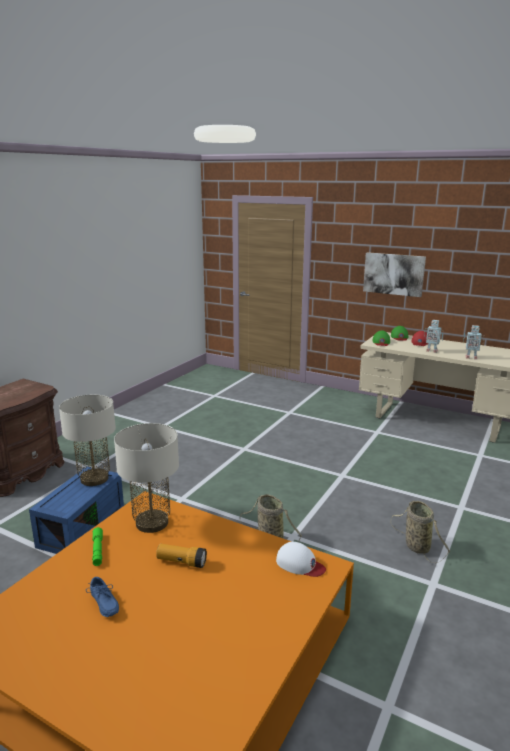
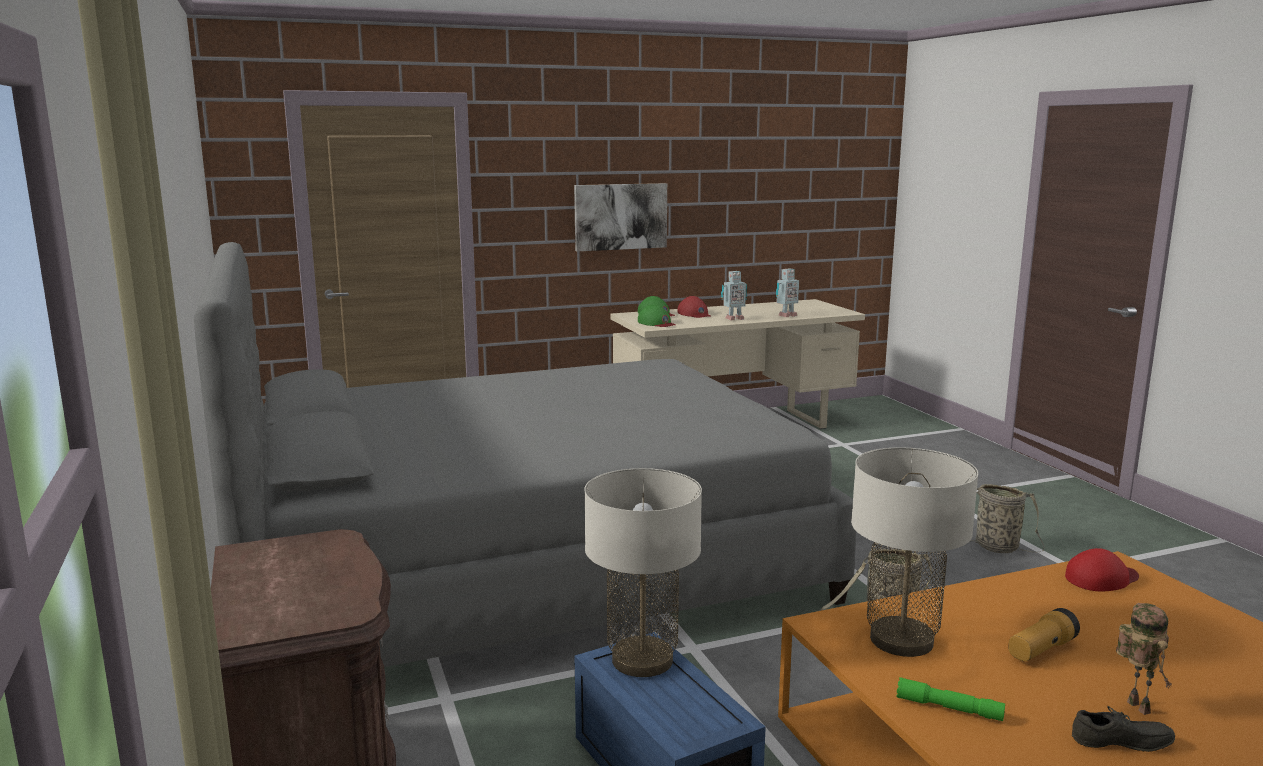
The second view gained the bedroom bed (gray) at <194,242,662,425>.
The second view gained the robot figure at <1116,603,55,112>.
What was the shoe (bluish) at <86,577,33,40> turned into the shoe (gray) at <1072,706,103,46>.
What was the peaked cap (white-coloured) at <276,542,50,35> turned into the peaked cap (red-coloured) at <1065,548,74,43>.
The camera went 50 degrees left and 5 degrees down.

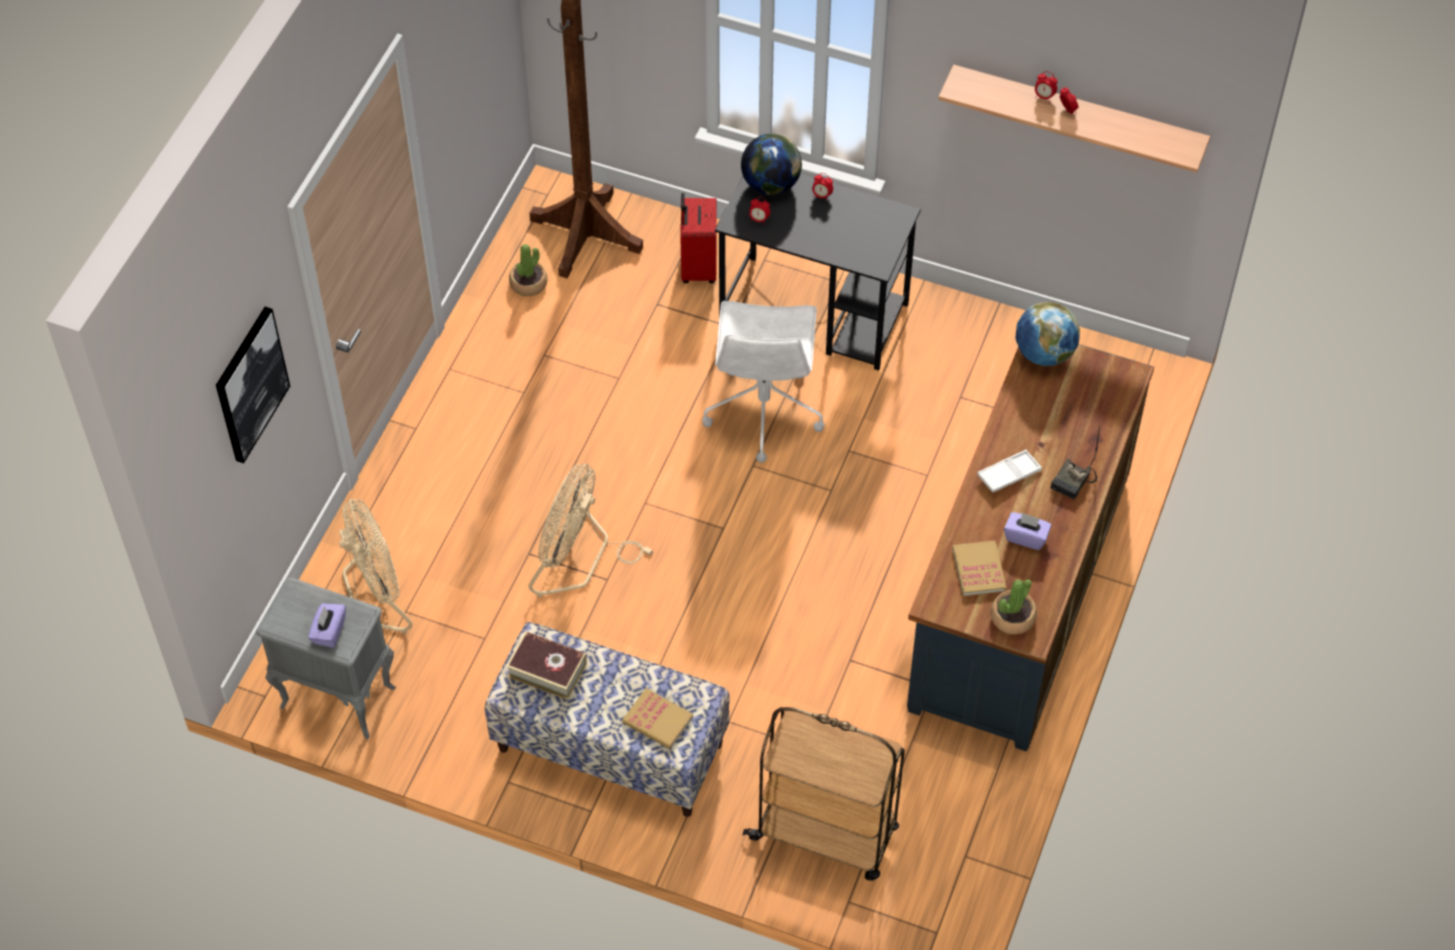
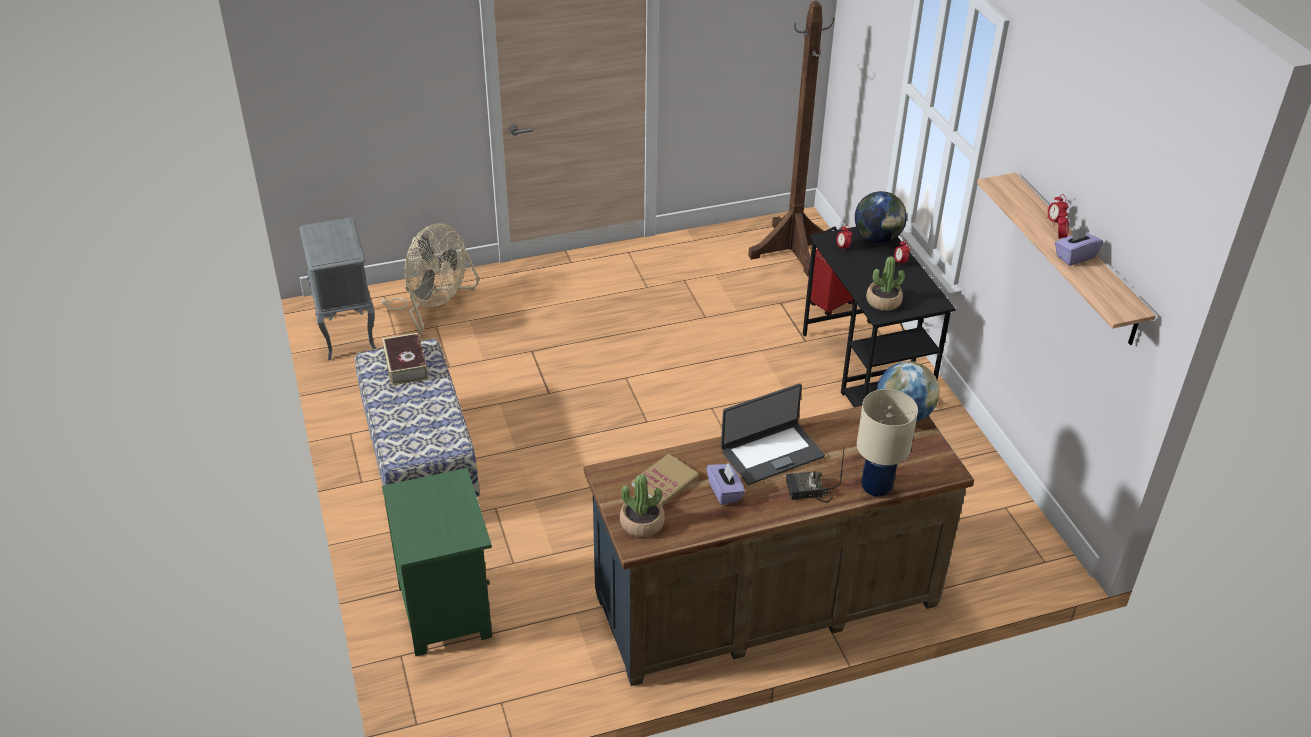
The second view lost the picture at <216,307,74,156>.
The second view lost the electric fan (sand-coloured) at <529,464,124,133>.
The second view lost the book at <622,688,71,61>.
The second view lost the computer chair (white-coloured) at <702,301,122,162>.
The second view gained the table lamp (sand-coloured) at <857,389,61,108>.
The tissue box (purplish) ended up elsewhere, having gone from <308,603,38,45> to <1055,227,48,39>.
The plant in a pot ended up elsewhere, having gone from <509,244,38,52> to <866,256,39,55>.
Where the cart (brown-coloured) stood at <743,707,162,174>, the bedside table (green-coloured) came to stand at <382,468,110,189>.
Where the serving tray (white-coloured) stood at <977,450,65,43>, the laptop came to stand at <721,383,104,102>.
The camera went 50 degrees right and 15 degrees down.

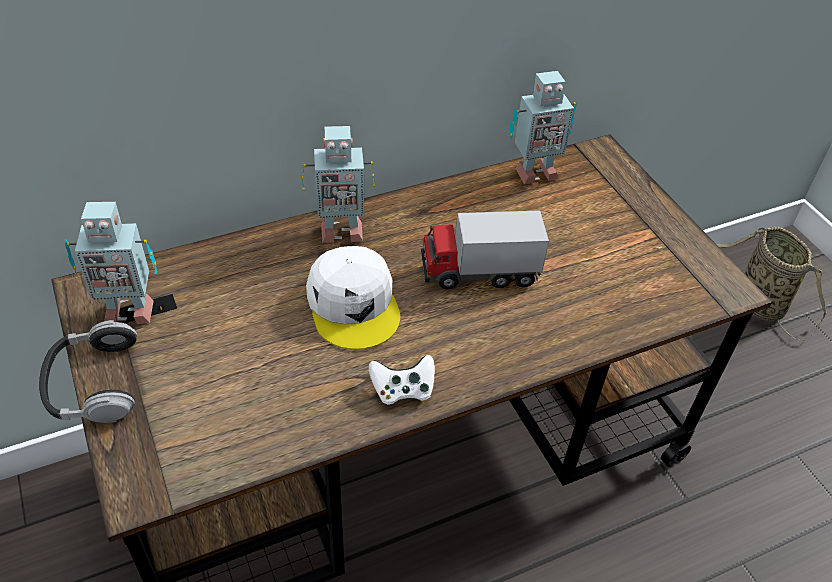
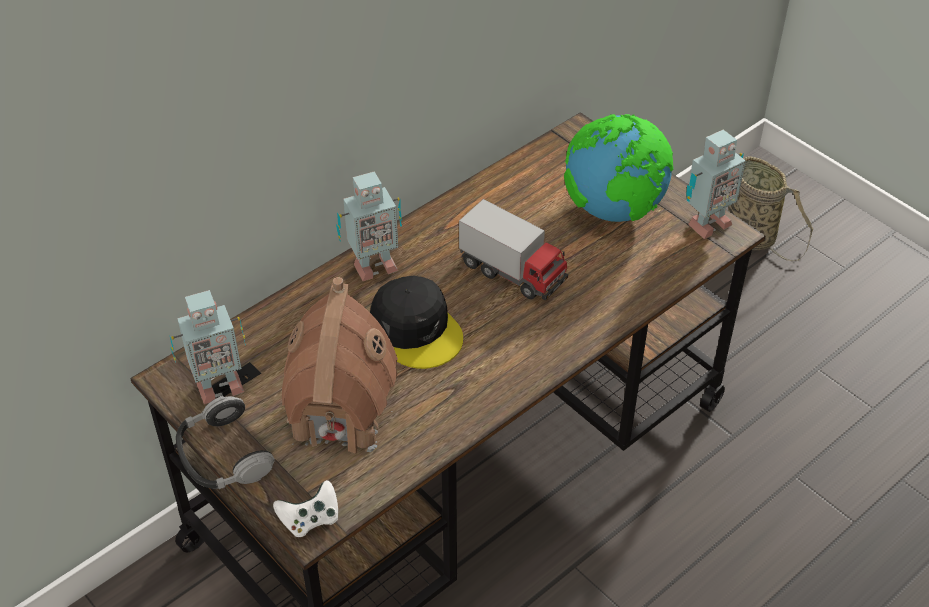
The second view gained the toy house at <282,277,116,177>.
The second view gained the desk globe at <564,114,110,108>.
The gamepad (white-coloured) ended up elsewhere, having gone from <369,355,66,50> to <273,480,65,57>.
The robot figure ended up elsewhere, having gone from <510,71,67,113> to <686,130,60,109>.
What was the peaked cap (white-coloured) at <306,246,94,104> turned into the peaked cap (blackish) at <370,276,93,93>.
The toy lorry at <421,210,128,79> ended up facing another way, 120 degrees counterclockwise from before.
The camera went 15 degrees left and 0 degrees up.

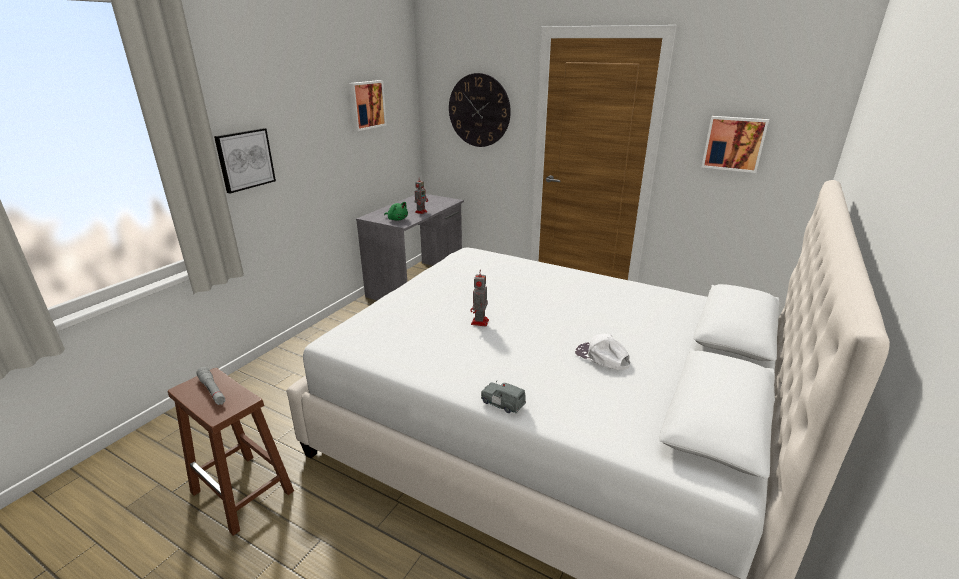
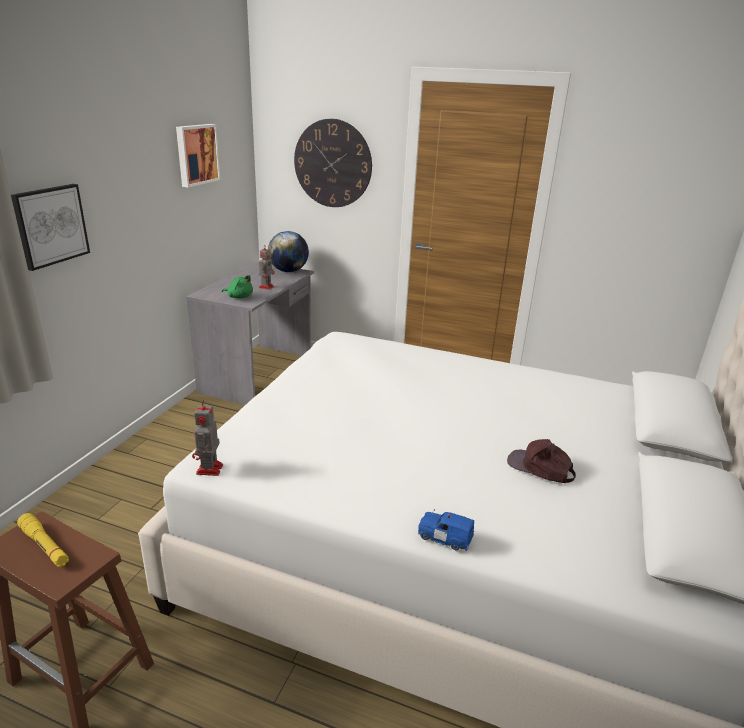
The second view lost the picture at <702,116,67,57>.
The second view gained the desk globe at <268,231,41,41>.
The robot figure ended up elsewhere, having gone from <470,270,19,56> to <192,400,31,76>.
What was the flashlight (gray) at <196,367,30,38> turned into the flashlight (yellow-coloured) at <17,513,52,54>.
What was the toy car (gray) at <481,381,45,33> turned into the toy car (bluish) at <418,509,56,42>.
What was the peaked cap (white-coloured) at <575,334,55,36> turned into the peaked cap (brown-coloured) at <507,439,69,44>.
The camera went 10 degrees left and 0 degrees up.

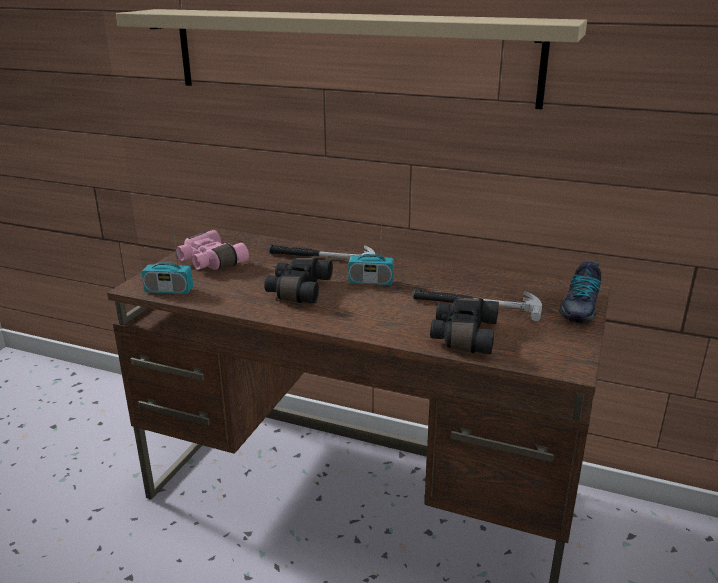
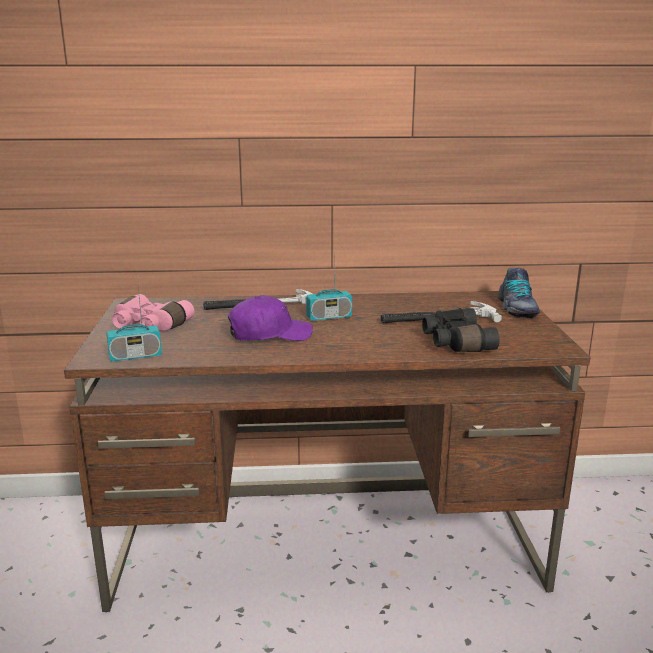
The second view lost the bracket shelf (sand-coloured) at <116,9,471,100>.
Where the binoculars (blackish) stood at <264,258,69,45>, the peaked cap (purplish) came to stand at <228,295,85,46>.
The camera went 25 degrees left and 5 degrees down.

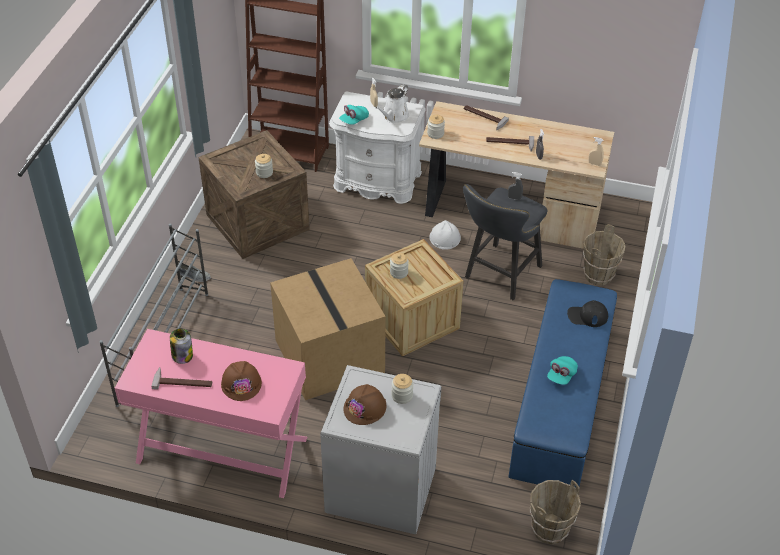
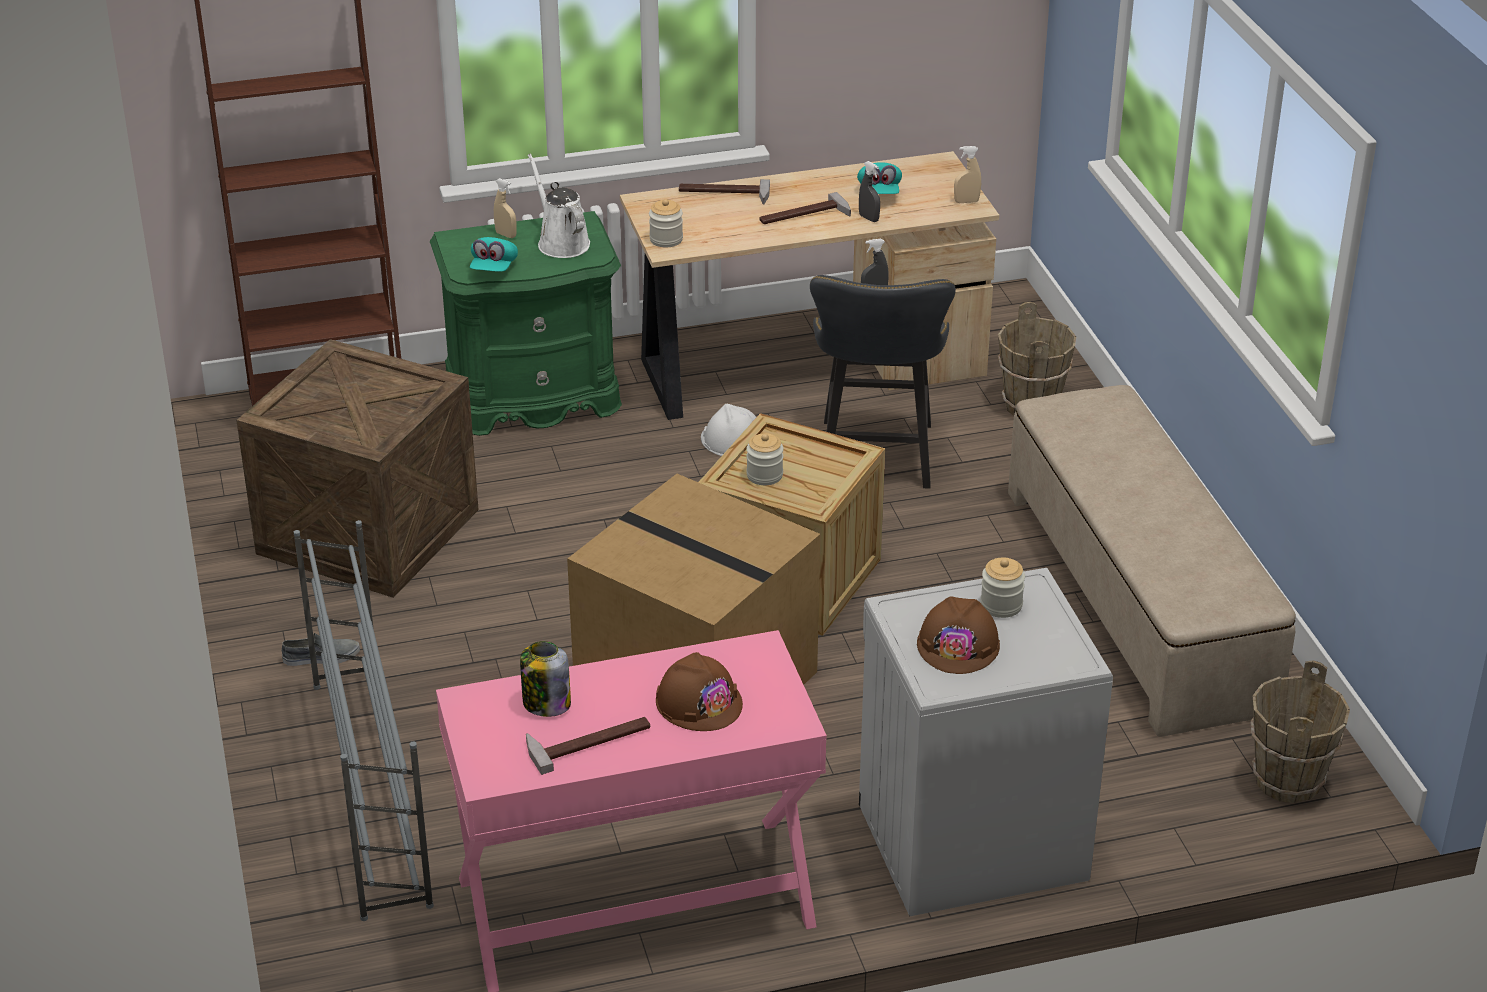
The second view lost the jar at <255,154,18,24>.
The second view lost the peaked cap (blackish) at <567,300,41,27>.
The peaked cap (blue-green) ended up elsewhere, having gone from <547,356,31,29> to <857,162,45,32>.
What was the bedside table (white-coloured) at <329,91,97,113> turned into the bedside table (green-coloured) at <430,211,192,225>.
What was the indoor bench (bluish) at <509,279,108,209> turned into the indoor bench (sand-coloured) at <1008,385,288,352>.
The sprinkling can (white-coloured) at <375,84,34,39> ended up facing another way, 150 degrees clockwise from before.
The camera went 30 degrees left and 10 degrees down.

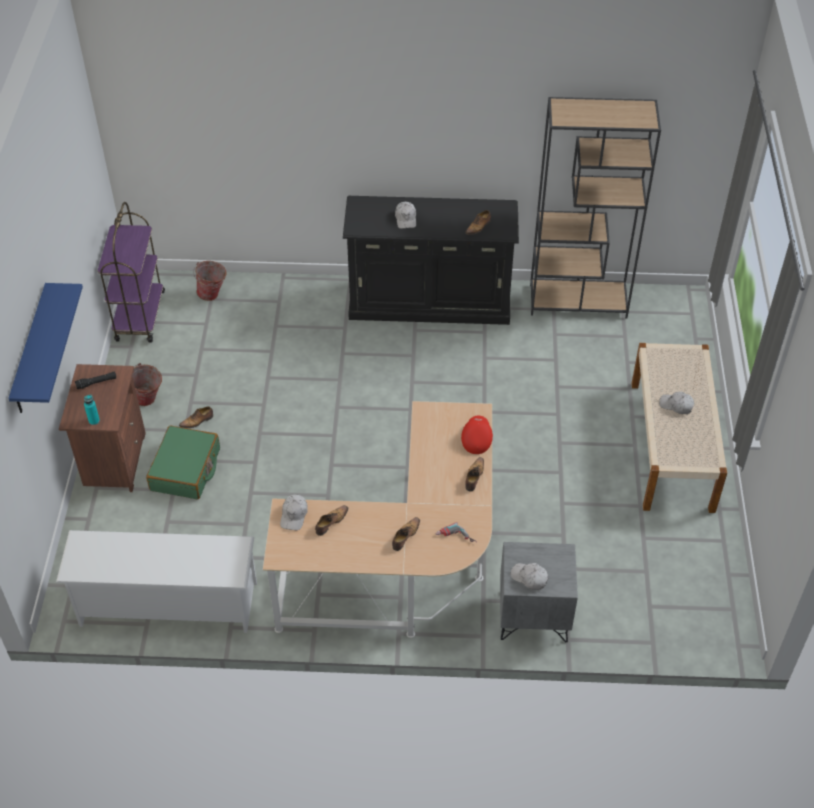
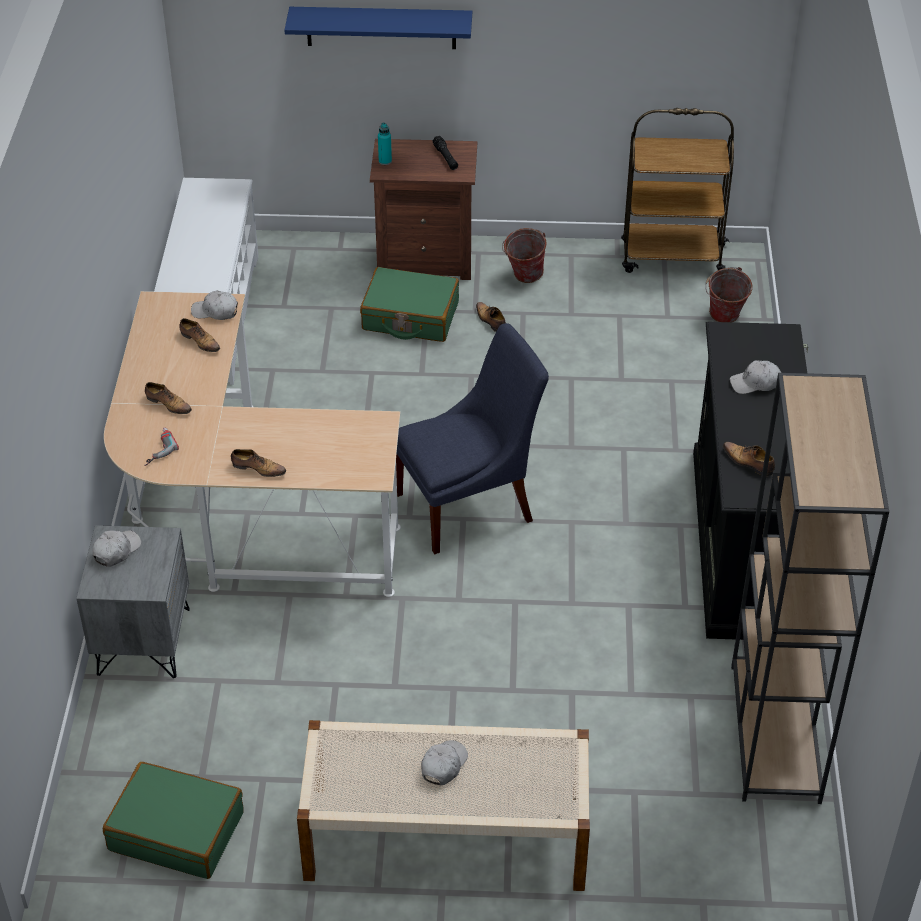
The second view lost the peaked cap (red-coloured) at <461,415,32,39>.
The second view gained the suitcase (green-coloured) at <103,762,141,117>.
The second view gained the chair (bluish) at <396,323,153,231>.
What was the cart (purplish) at <98,202,67,141> turned into the cart (brown-coloured) at <621,108,113,165>.
The camera went 90 degrees right and 5 degrees down.

